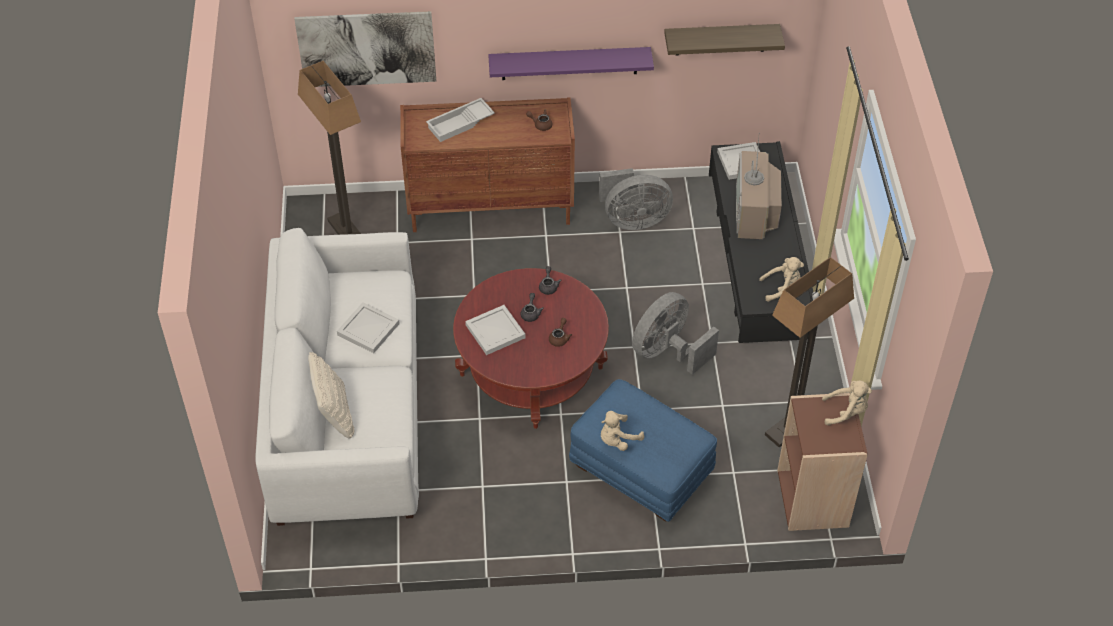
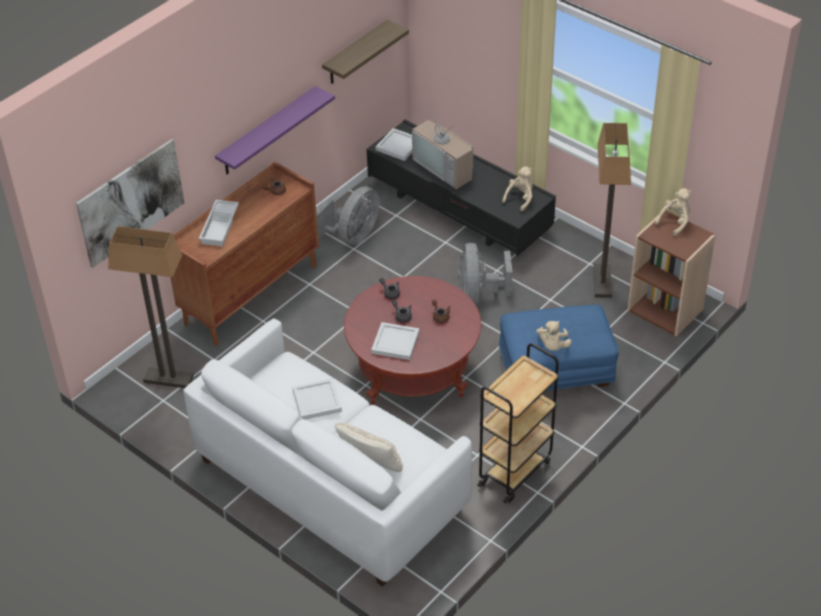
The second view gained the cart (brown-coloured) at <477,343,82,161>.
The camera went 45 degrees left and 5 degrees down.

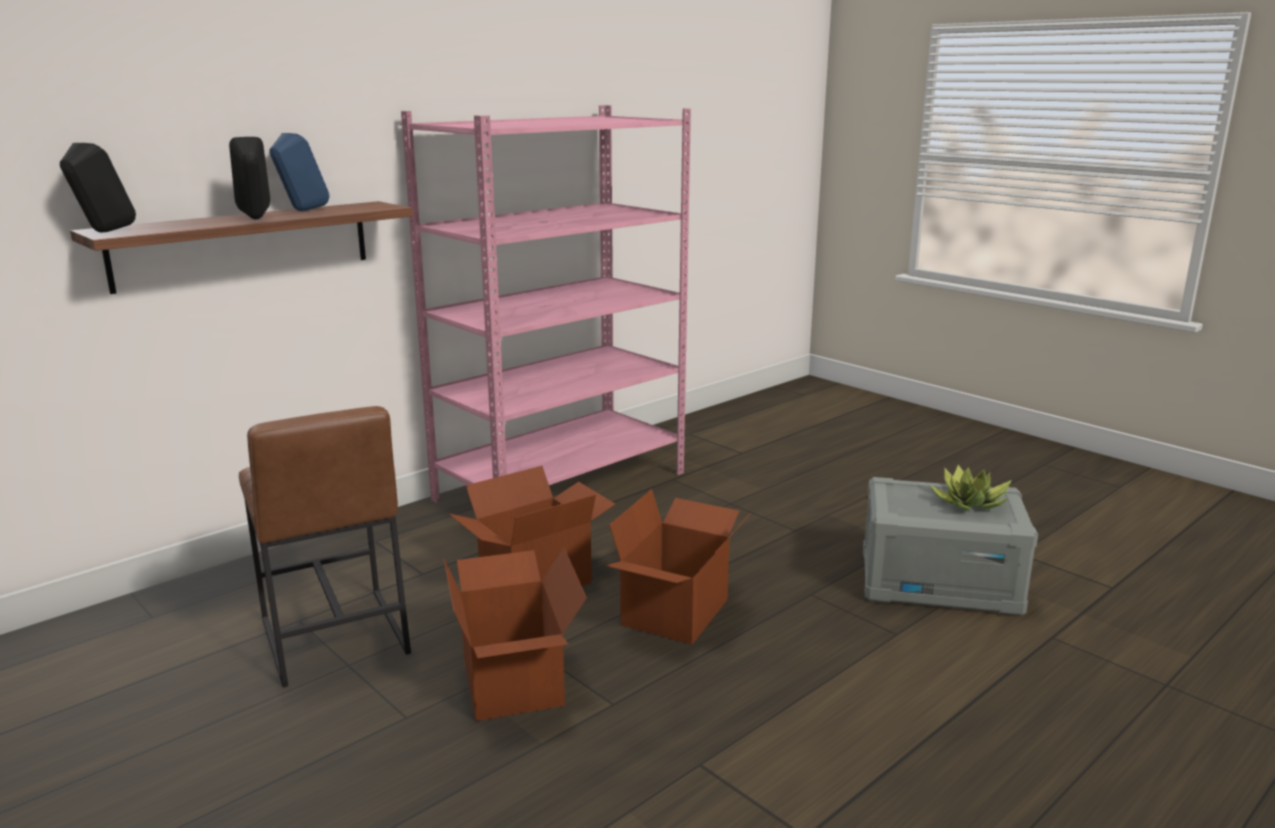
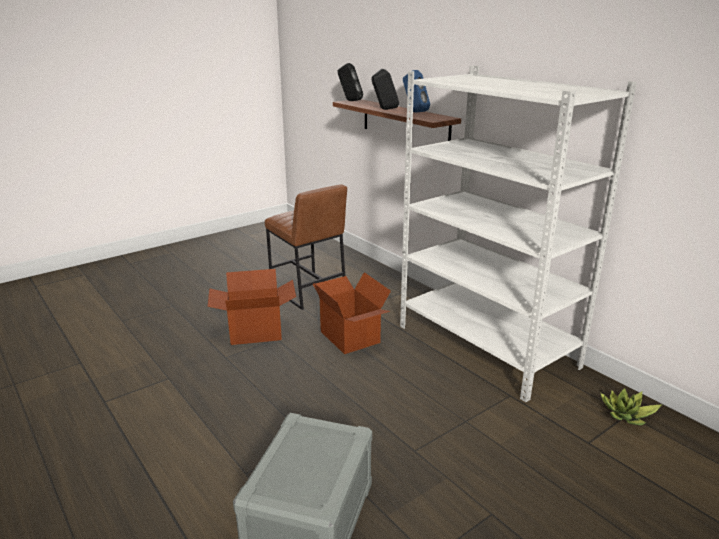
The second view lost the cardboard box at <606,489,145,156>.
The plant in a pot ended up elsewhere, having gone from <930,465,81,46> to <601,388,61,37>.
What was the bookshelf (pink) at <401,105,290,398> turned into the bookshelf (white-coloured) at <400,66,237,336>.
The chair (brown-coloured) at <239,406,172,282> ended up facing another way, 105 degrees counterclockwise from before.
The camera went 95 degrees right and 5 degrees up.

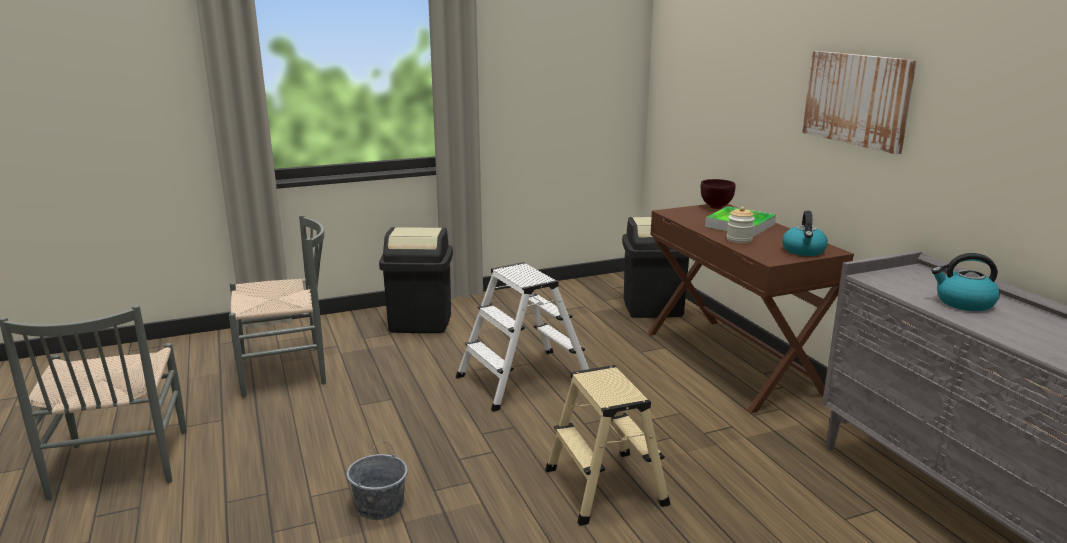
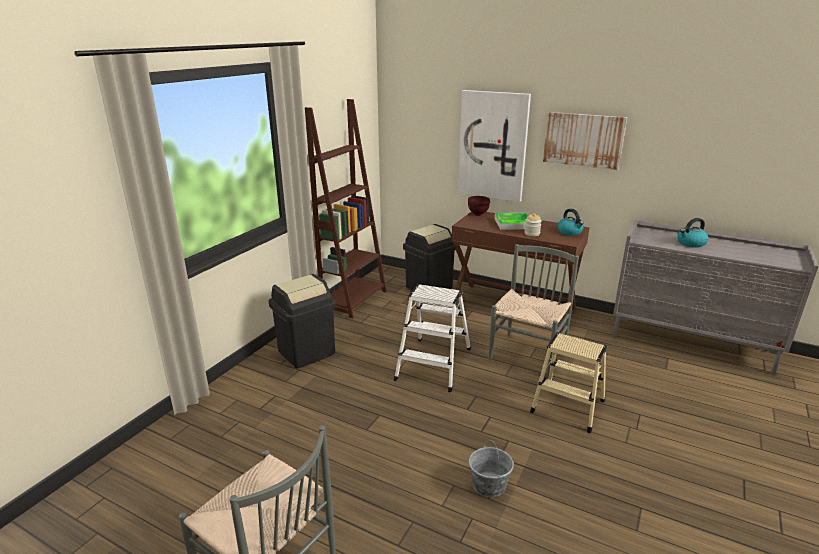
The second view gained the bookshelf (brown-coloured) at <305,99,82,219>.
The second view gained the picture at <458,90,73,112>.
The chair (gray) ended up elsewhere, having gone from <229,215,97,182> to <489,244,90,133>.
The camera went 40 degrees left and 5 degrees up.

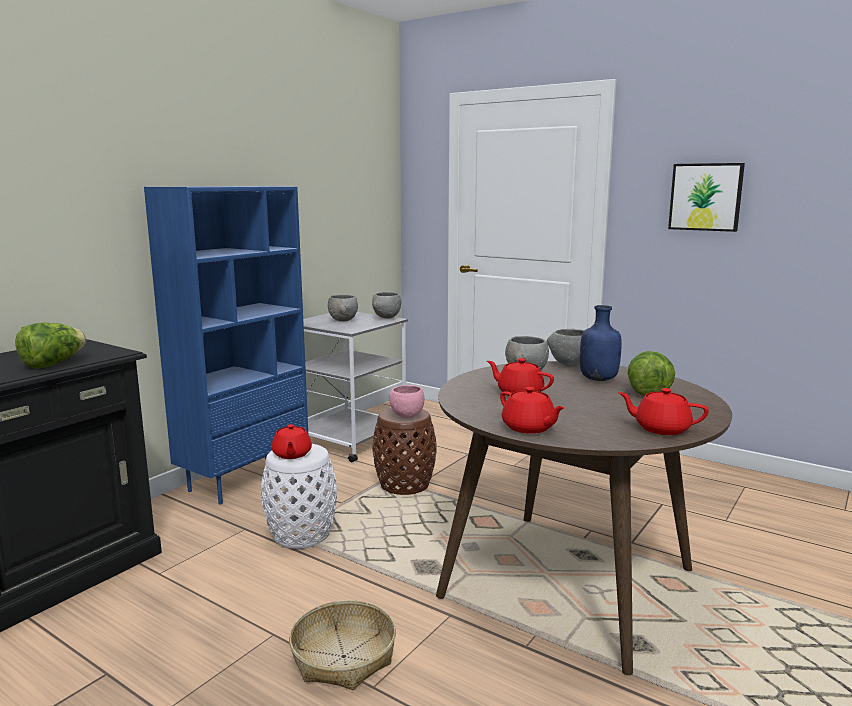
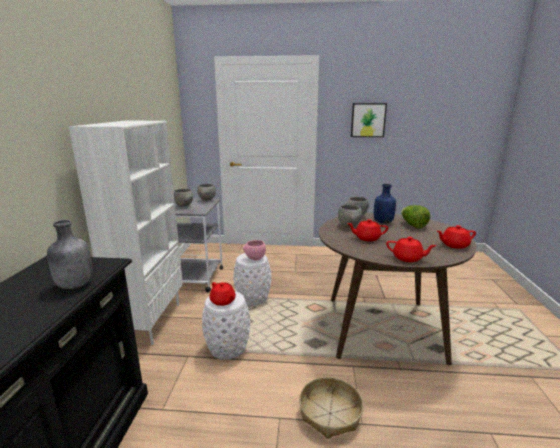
Where the lettuce stood at <15,323,71,46>, the bottle (gray) came to stand at <47,220,46,69>.
What was the bookshelf (bluish) at <144,186,164,319> turned into the bookshelf (white-coloured) at <69,121,114,224>.
What was the sitting stool (brown-coloured) at <373,408,64,87> turned into the sitting stool (white-coloured) at <233,253,38,52>.
The camera went 30 degrees left and 5 degrees up.

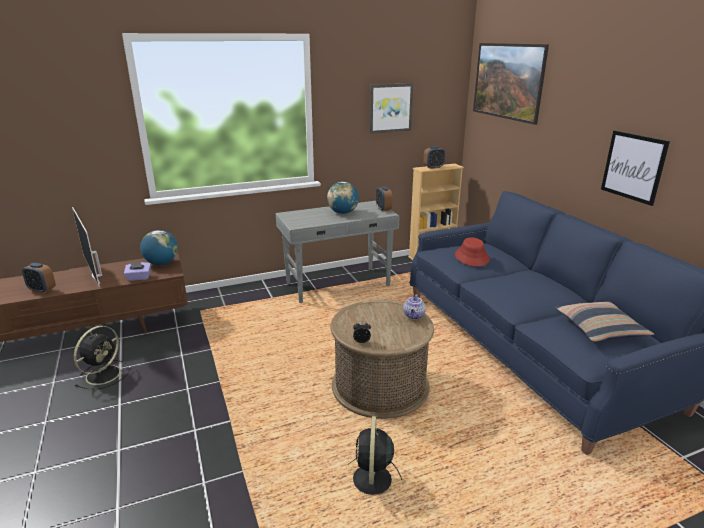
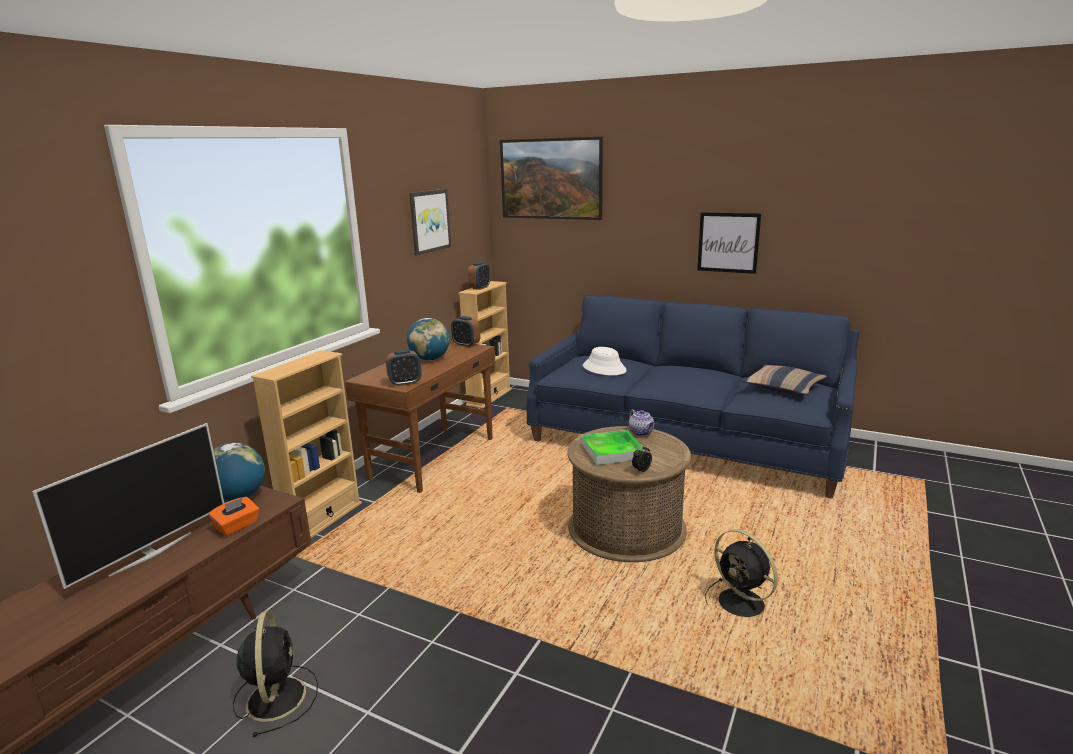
The second view gained the bookshelf (sand-coloured) at <251,350,111,188>.
The second view gained the serving tray at <582,430,63,35>.
The bedside clock ended up elsewhere, having gone from <22,263,34,30> to <386,349,35,37>.
What was the tissue box (purplish) at <124,262,27,19> turned into the tissue box (orangey) at <208,497,51,39>.
What was the narrow table (gray) at <276,201,123,102> turned into the narrow table (brown-coloured) at <345,341,150,152>.
What was the clothing hat (red-coloured) at <455,237,35,29> turned into the clothing hat (white-coloured) at <583,347,44,28>.
The television at <72,207,30,80> ended up facing another way, 75 degrees counterclockwise from before.
The camera went 40 degrees left and 5 degrees down.

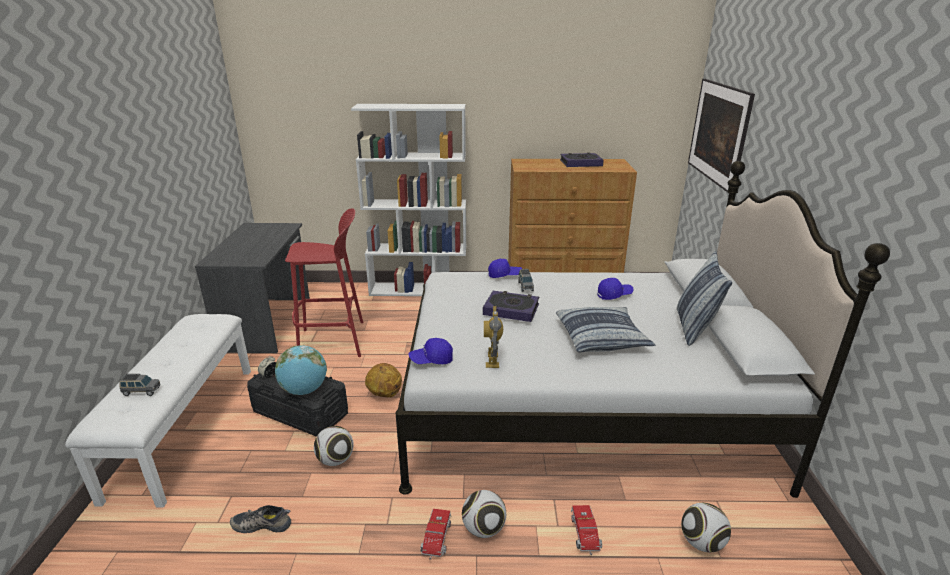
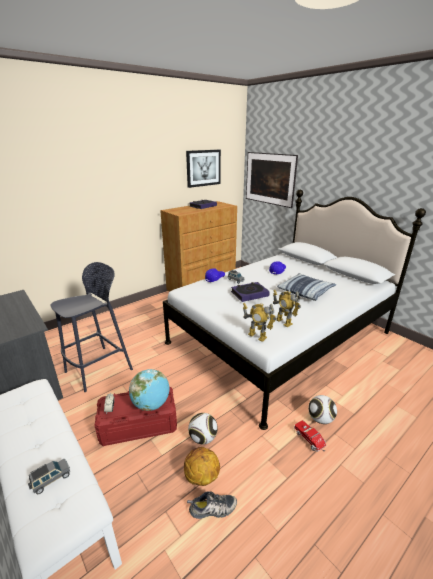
The second view lost the bookshelf (white-coloured) at <351,104,115,192>.
The second view lost the toy lorry at <571,505,31,50>.
The second view lost the pillow at <677,251,55,95>.
The second view lost the ball for football at <681,503,50,49>.
The second view gained the picture at <186,150,35,38>.
The basketball ended up elsewhere, having gone from <365,363,37,34> to <184,447,36,39>.
Where the peaked cap (bluish) stood at <408,338,45,26>, the robot figure came to stand at <243,303,34,39>.
What was the storage box (blackish) at <247,373,101,64> turned into the storage box (red-coloured) at <95,386,82,60>.
What was the sitting stool (red-coloured) at <285,208,78,149> turned into the sitting stool (gray) at <50,262,83,130>.
The shoe at <230,505,61,28> ended up facing another way, 150 degrees counterclockwise from before.
The camera went 40 degrees left and 0 degrees up.

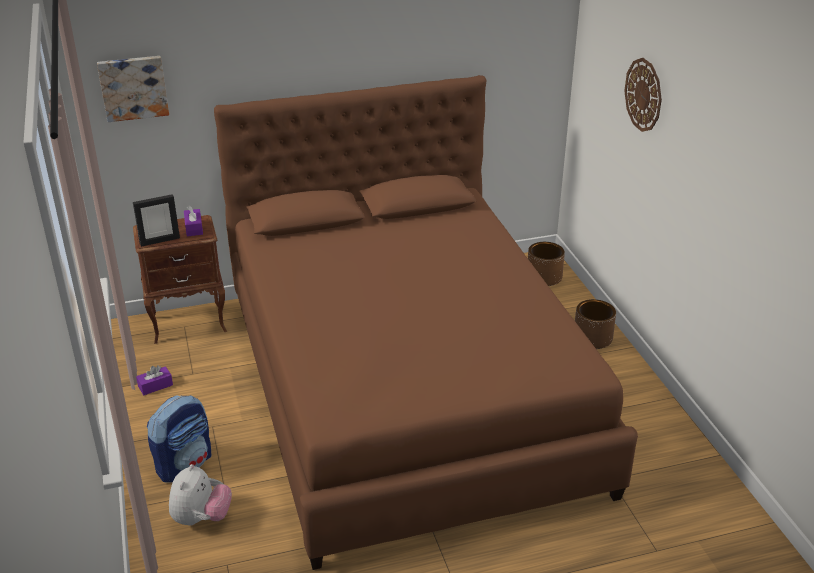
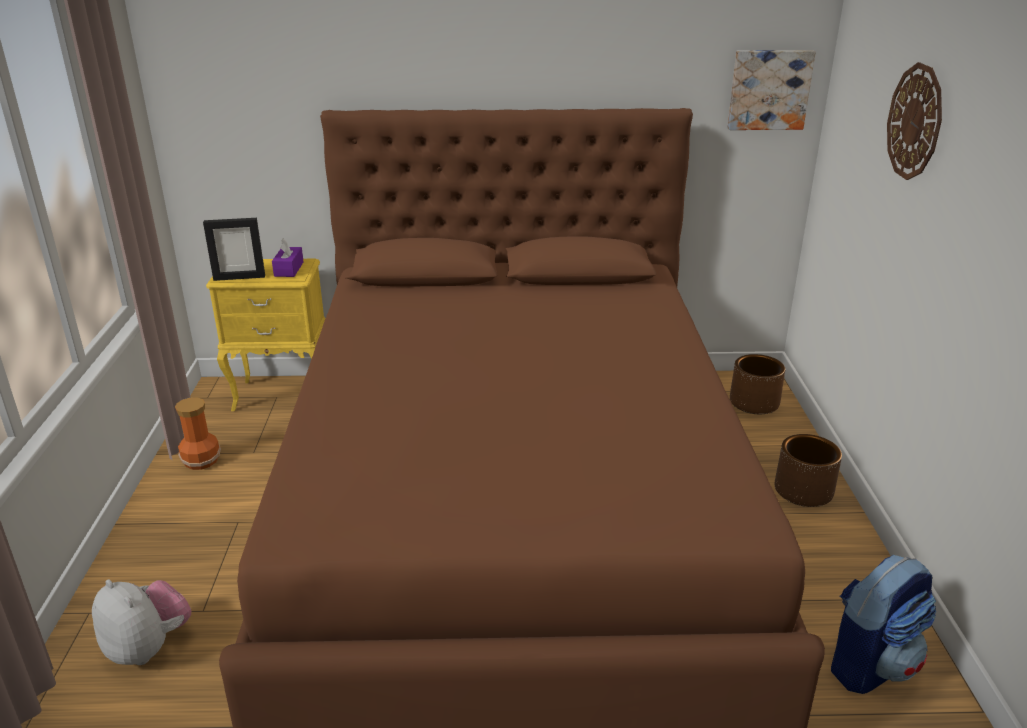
The picture ended up elsewhere, having gone from <97,56,72,66> to <727,50,89,80>.
The rucksack ended up elsewhere, having gone from <147,395,64,88> to <831,555,105,139>.
Where the tissue box (purplish) stood at <136,365,37,30>, the vase came to stand at <175,398,46,72>.
What was the bedside table (brown-coloured) at <133,215,94,129> turned into the bedside table (yellow-coloured) at <206,259,119,152>.
The plush toy at <169,464,63,62> ended up facing another way, 75 degrees counterclockwise from before.
The camera went 15 degrees right and 5 degrees down.

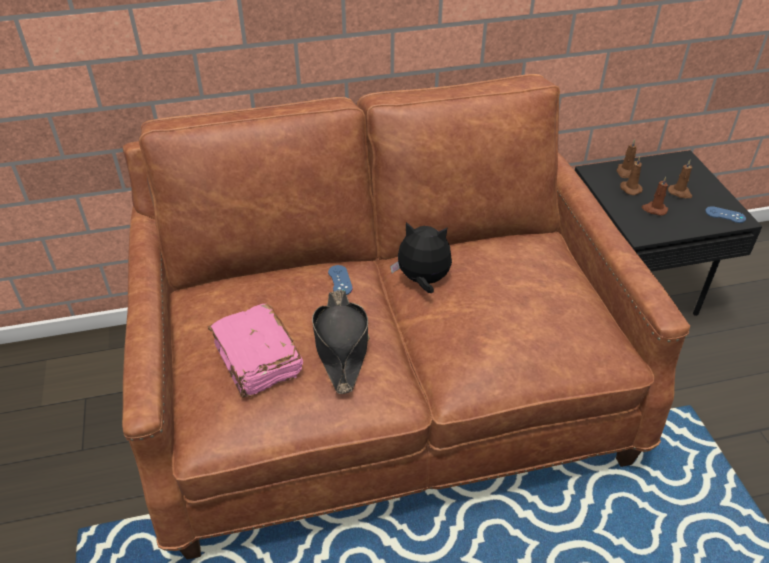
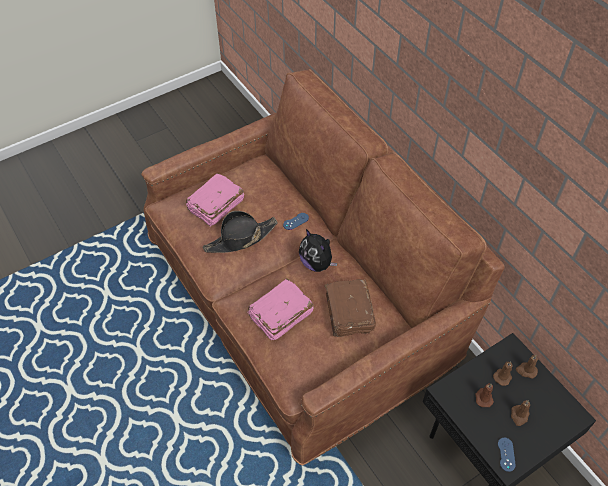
The second view gained the book (pink) at <248,278,66,62>.
The second view gained the book (brown-coloured) at <325,279,51,58>.
The plush toy at <390,222,62,71> ended up facing another way, 150 degrees clockwise from before.
The camera went 70 degrees right and 10 degrees up.

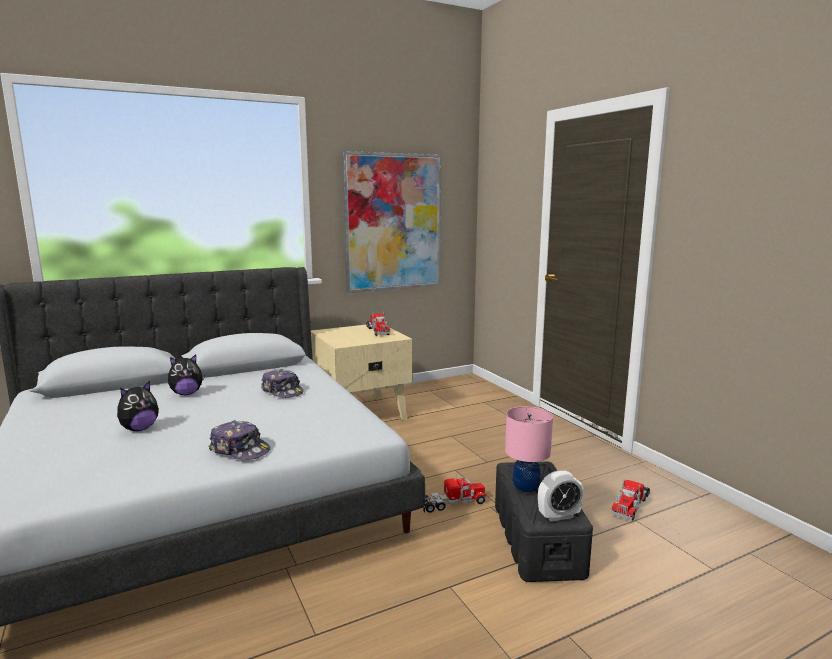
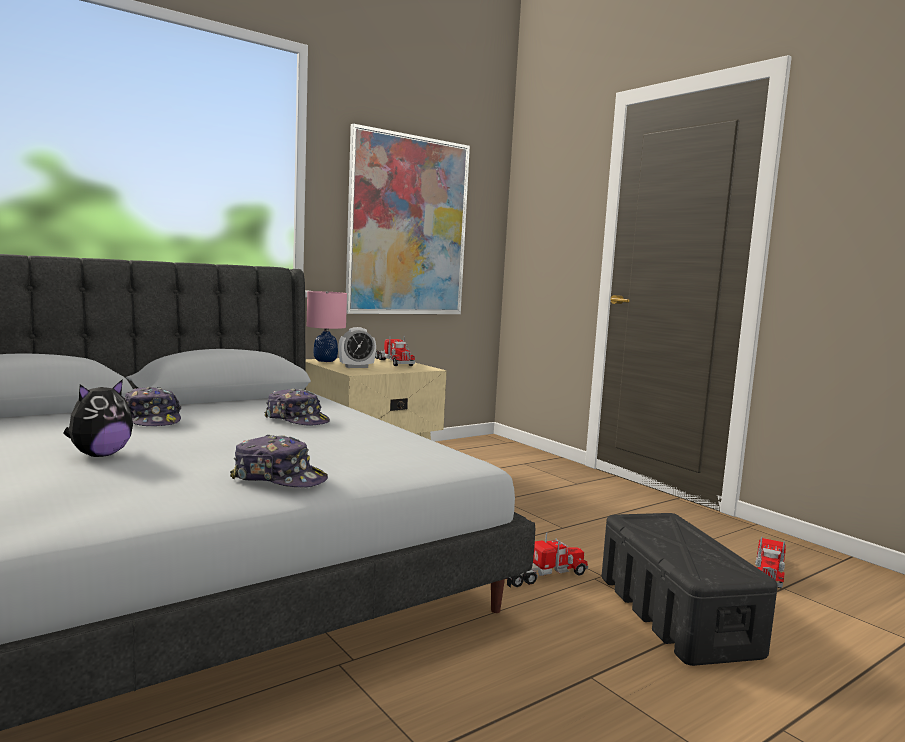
The table lamp (pink) ended up elsewhere, having gone from <505,406,48,86> to <307,291,40,71>.
The bedside clock ended up elsewhere, having gone from <538,471,46,51> to <338,327,38,41>.
Where the plush toy stood at <168,354,36,41>, the peaked cap came to stand at <124,386,58,40>.
The camera went 10 degrees left and 5 degrees down.

